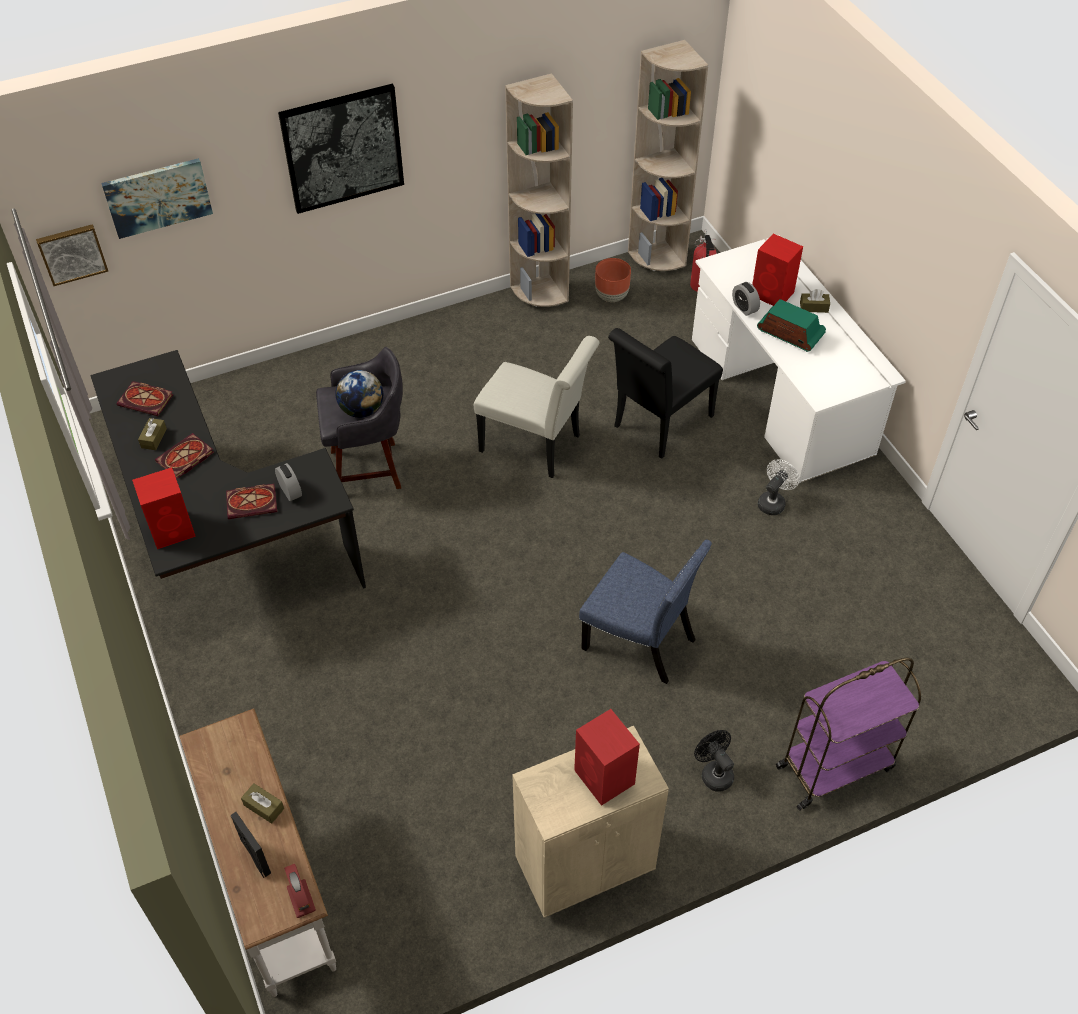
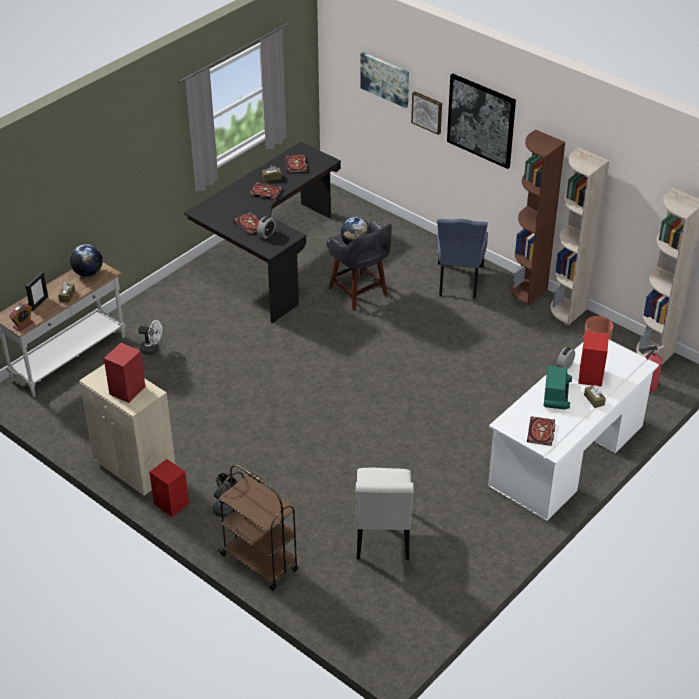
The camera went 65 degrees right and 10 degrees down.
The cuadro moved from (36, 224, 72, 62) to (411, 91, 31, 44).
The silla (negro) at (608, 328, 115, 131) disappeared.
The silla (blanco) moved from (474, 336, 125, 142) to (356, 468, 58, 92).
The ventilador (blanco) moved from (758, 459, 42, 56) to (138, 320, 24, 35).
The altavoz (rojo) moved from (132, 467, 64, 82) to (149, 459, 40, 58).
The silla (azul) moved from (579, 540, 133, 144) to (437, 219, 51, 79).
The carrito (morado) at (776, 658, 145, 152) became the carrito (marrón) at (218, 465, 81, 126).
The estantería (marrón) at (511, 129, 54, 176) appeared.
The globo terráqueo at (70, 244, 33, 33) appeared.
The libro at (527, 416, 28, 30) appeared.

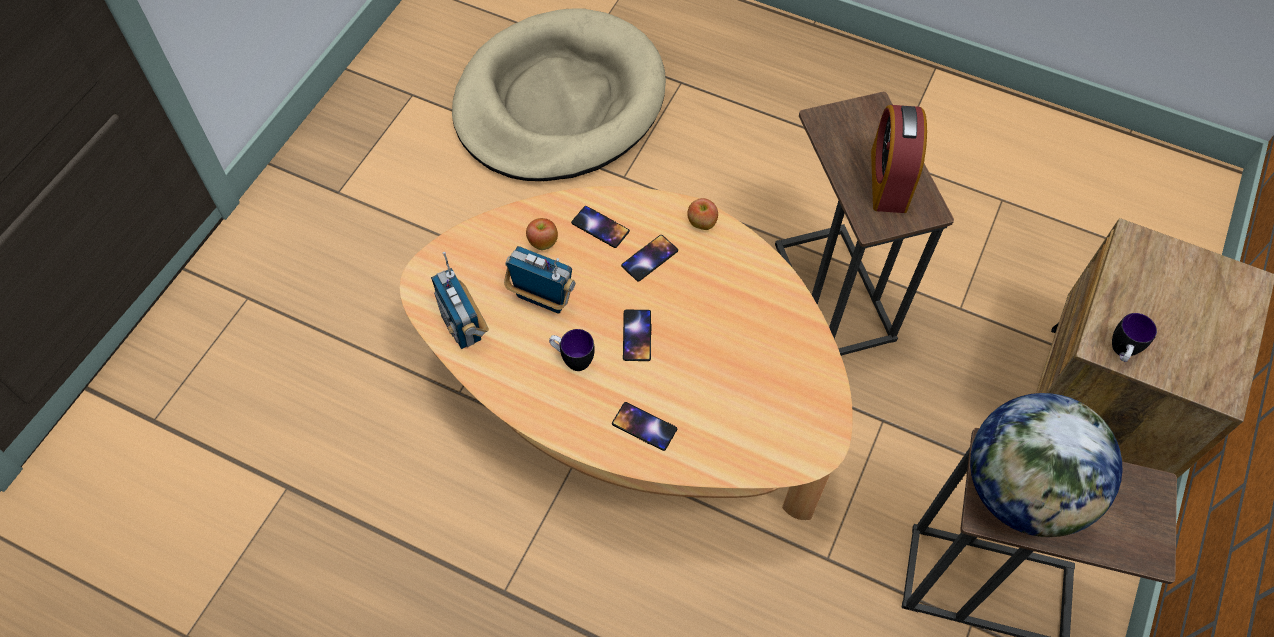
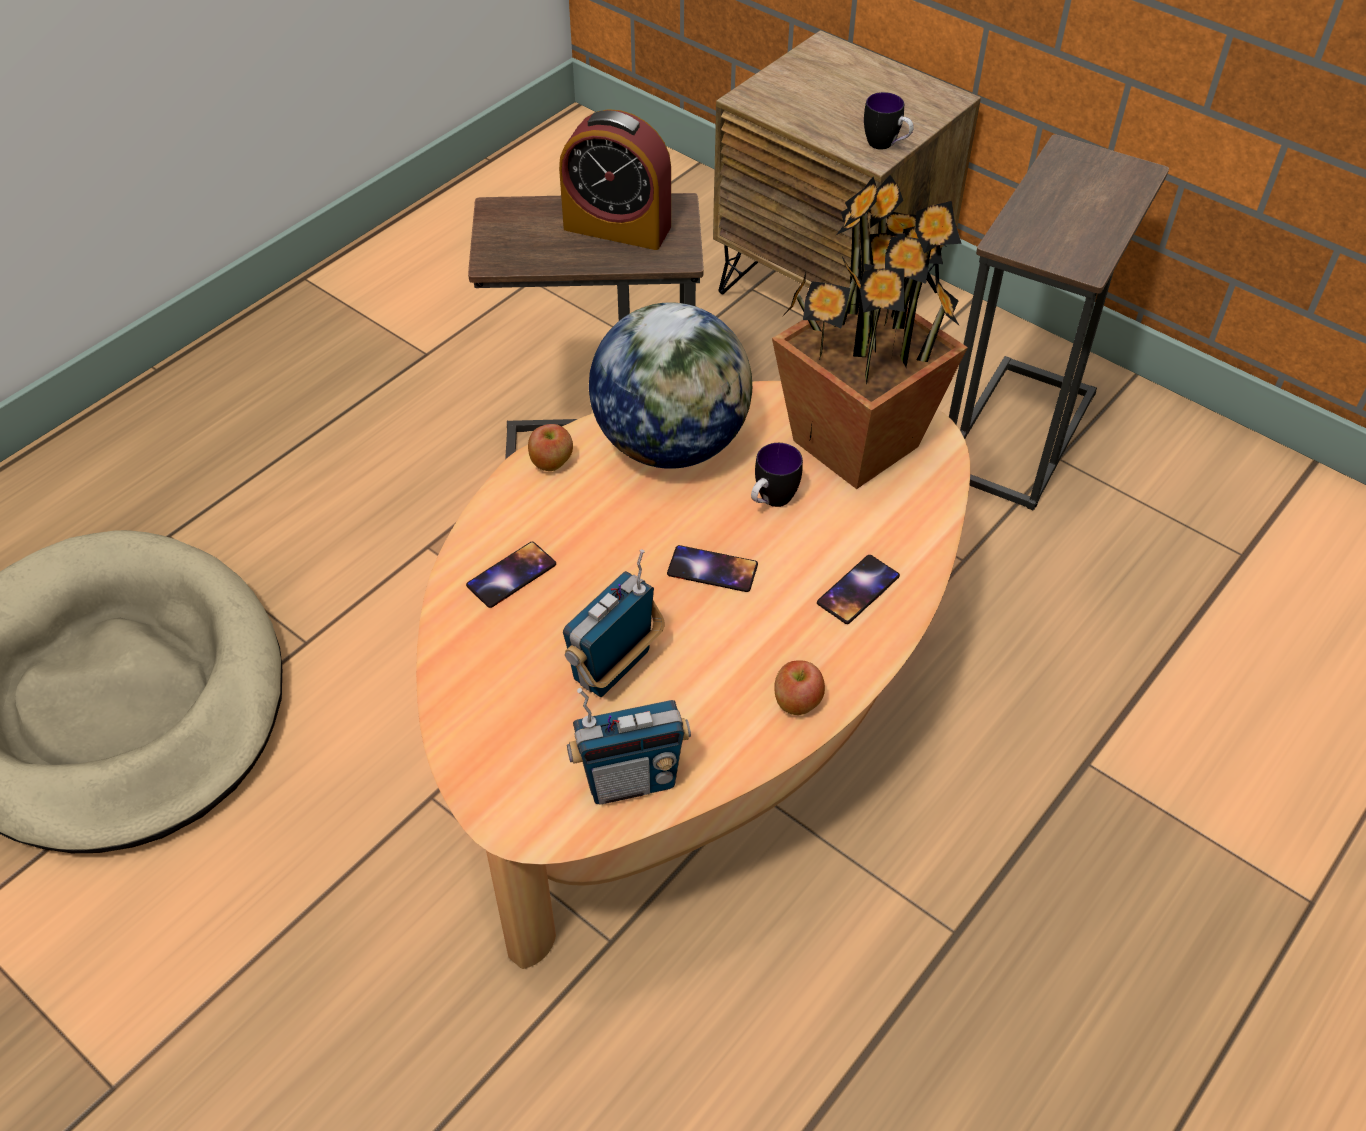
The camera went 75 degrees left and 10 degrees down.
The manzana moved from (526, 218, 32, 32) to (774, 660, 51, 55).
The móvil at (621, 235, 57, 47) disappeared.
The taza grande moved from (549, 329, 46, 42) to (751, 443, 52, 64).
The globo terráqueo moved from (970, 393, 153, 144) to (589, 302, 163, 167).
The planta en maceta at (772, 175, 196, 314) appeared.

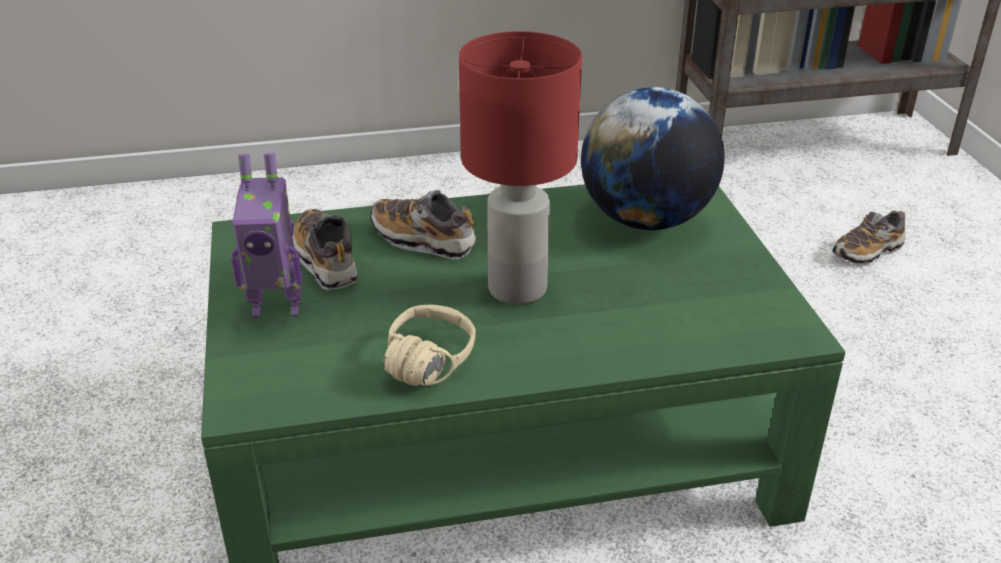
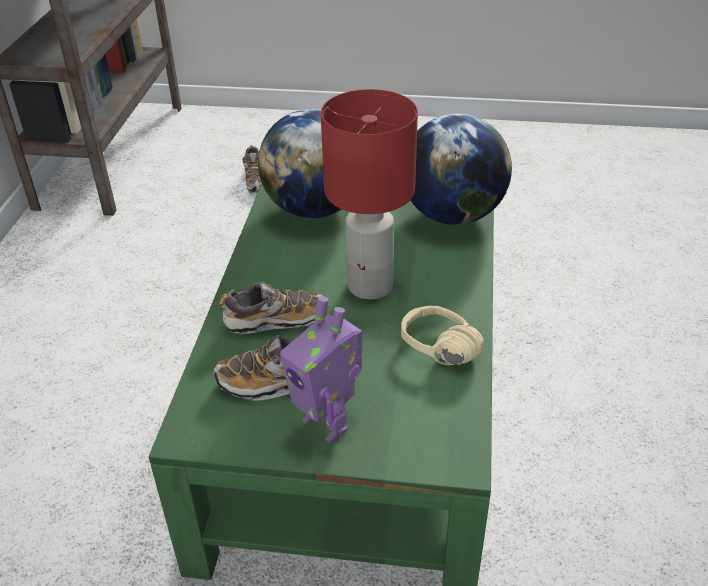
The camera went 70 degrees left and 5 degrees up.
The robot de juguete at (231, 153, 71, 165) turned 120 degrees clockwise.
The zapato at (370, 190, 106, 70) turned 150 degrees counterclockwise.
The globo terráqueo at (410, 114, 102, 111) appeared.

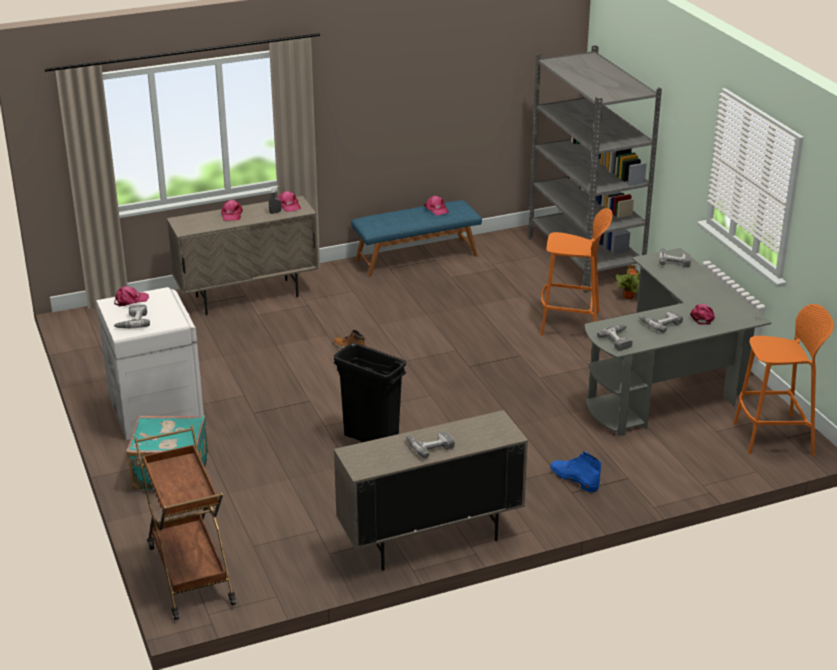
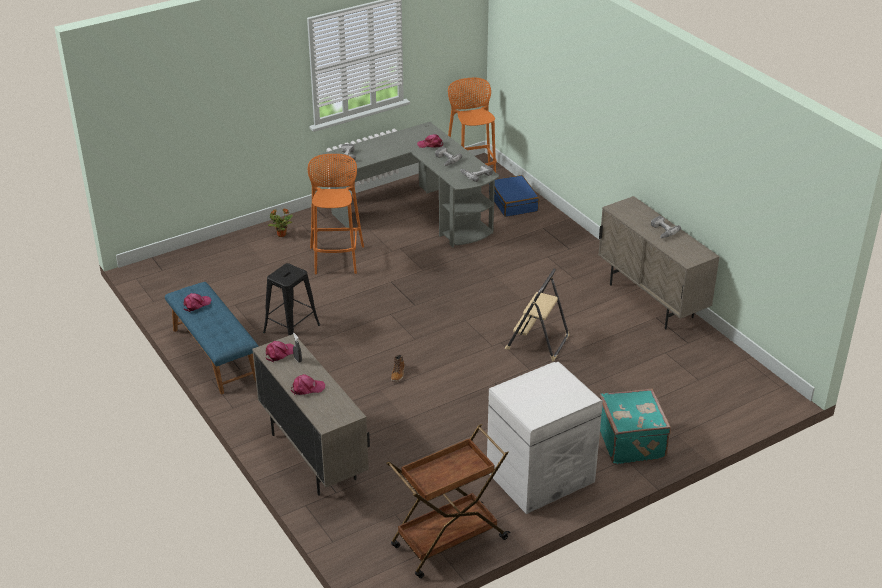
The camera went 100 degrees left and 5 degrees up.
The estantería (gris) at (528, 45, 134, 248) disappeared.
The gorra (rosa) at (114, 286, 35, 21) disappeared.
The taladro at (114, 304, 36, 24) disappeared.
The papelera (negro) at (334, 343, 72, 99) was replaced by the escalera de tijera (beis) at (505, 268, 65, 93).
The carrito (marrón) moved from (134, 425, 102, 195) to (386, 424, 124, 154).
The bota (azul) at (550, 451, 51, 41) disappeared.
The maleta (azul) at (489, 175, 50, 42) appeared.
The taburete (negro) at (263, 263, 57, 72) appeared.

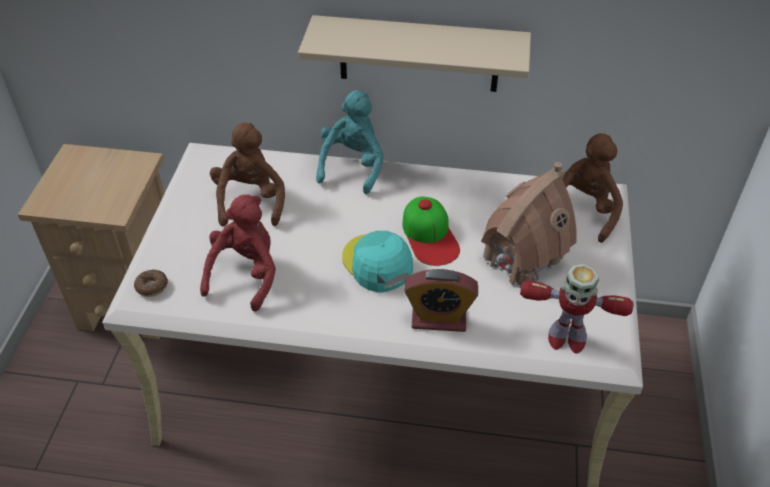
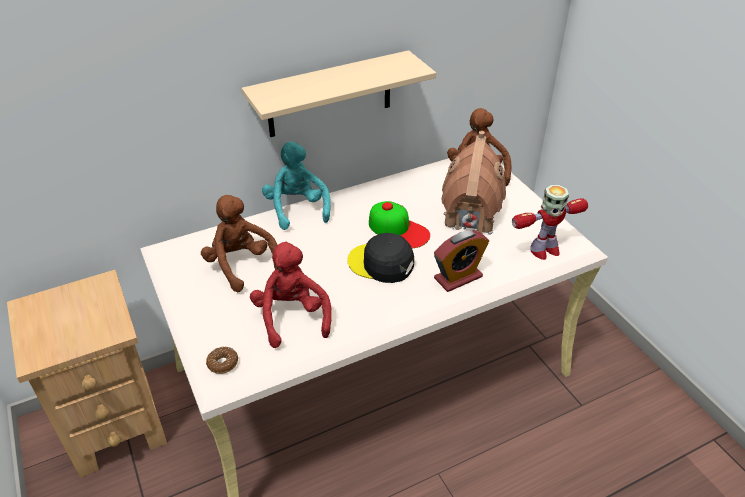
The camera went 35 degrees left and 5 degrees down.
The gorra (turquesa) at (342, 231, 71, 61) became the gorra (negro) at (347, 233, 67, 50).

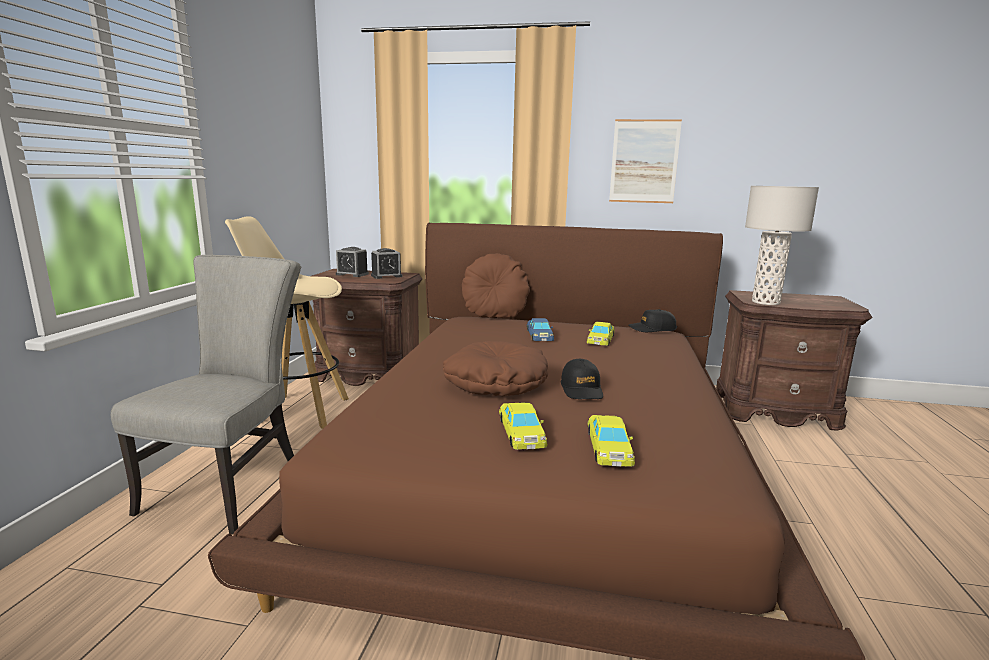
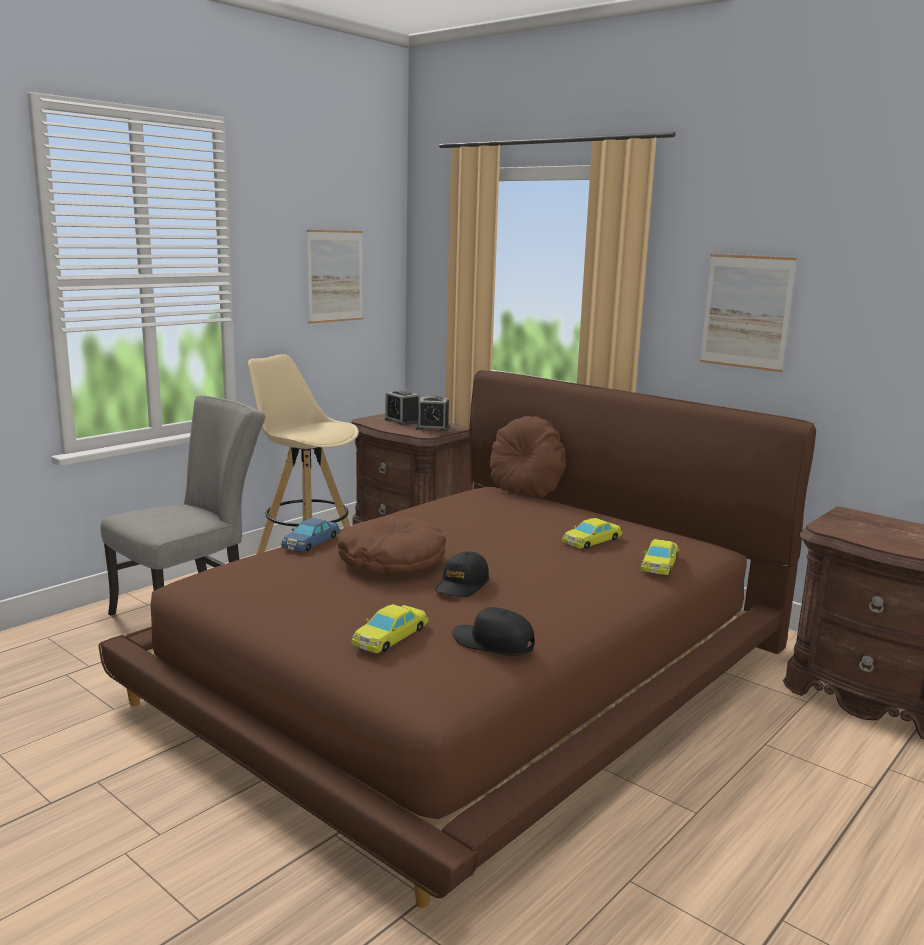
The camera went 30 degrees right and 0 degrees up.
The lámpara de mesa (blanco) at (745, 186, 74, 119) disappeared.
The gorra (negro) moved from (628, 309, 49, 23) to (452, 607, 83, 49).
The coche de juguete (azul) moved from (527, 318, 27, 23) to (281, 518, 59, 34).
The coche de juguete (amarillo) moved from (499, 402, 48, 48) to (641, 539, 38, 36).
The cuadro at (307, 230, 56, 93) appeared.

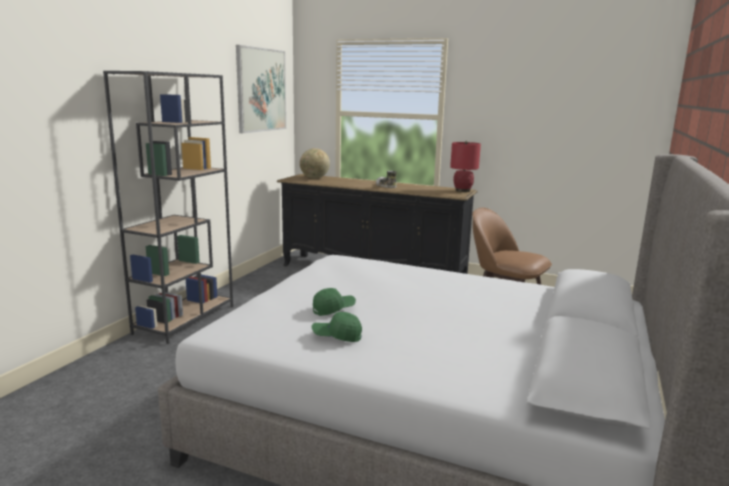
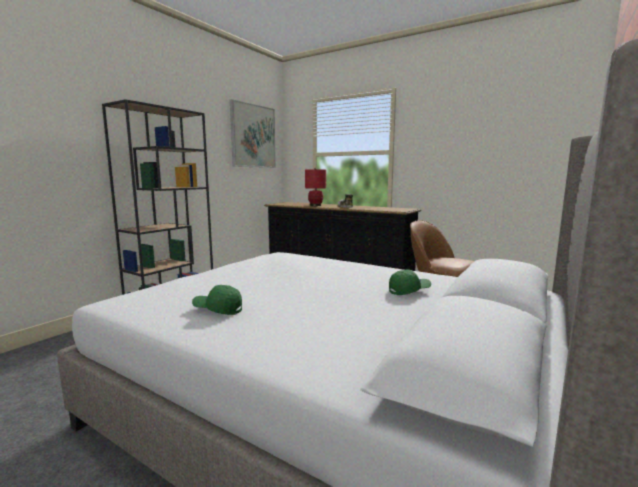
The camera went 10 degrees right and 5 degrees down.
The lámpara de mesa (rojo) moved from (450, 141, 31, 51) to (305, 168, 21, 38).
The globo terráqueo at (300, 148, 30, 31) disappeared.
The gorra (verde) moved from (313, 288, 43, 28) to (389, 270, 42, 25).

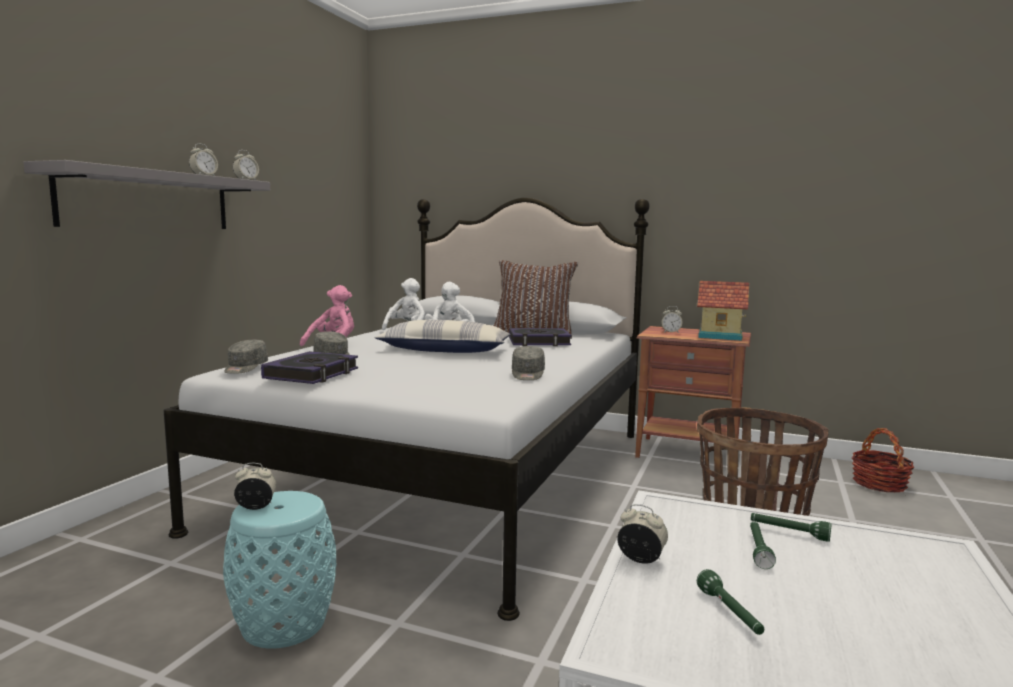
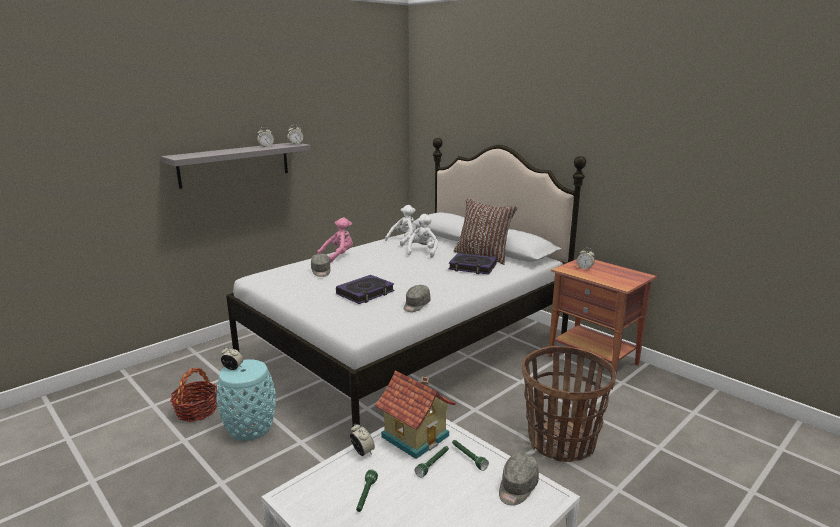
The camera went 25 degrees right and 10 degrees up.
The casita moved from (697, 281, 52, 60) to (375, 370, 81, 89).
The cojín at (374, 320, 136, 33) disappeared.
The gorra (gris) moved from (224, 340, 44, 34) to (499, 453, 40, 53).
The libro moved from (261, 351, 97, 33) to (336, 275, 58, 29).
The cesta moved from (852, 428, 62, 64) to (170, 368, 47, 54).

